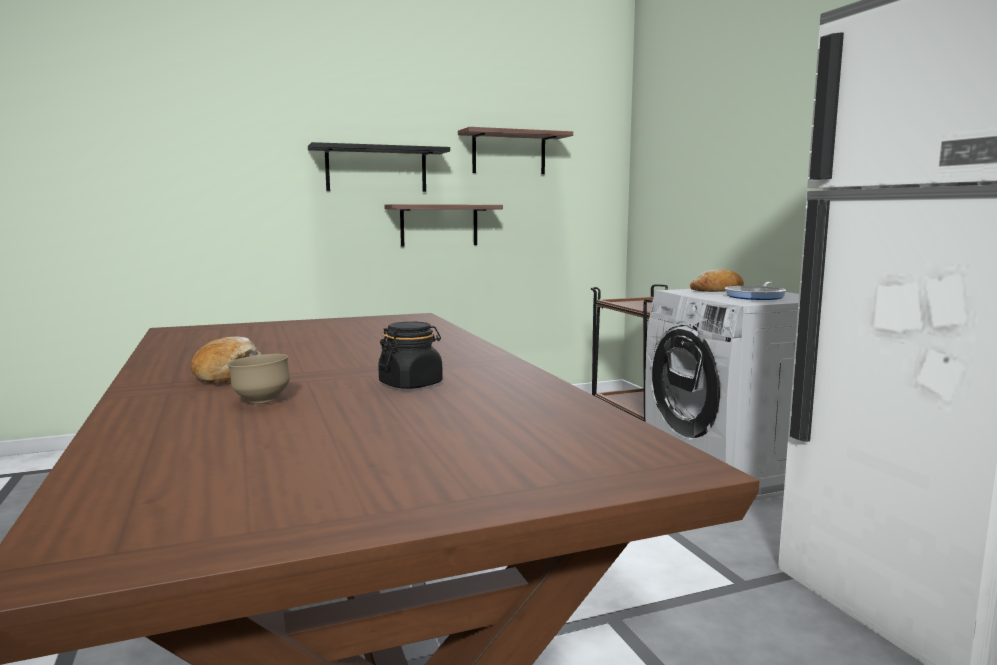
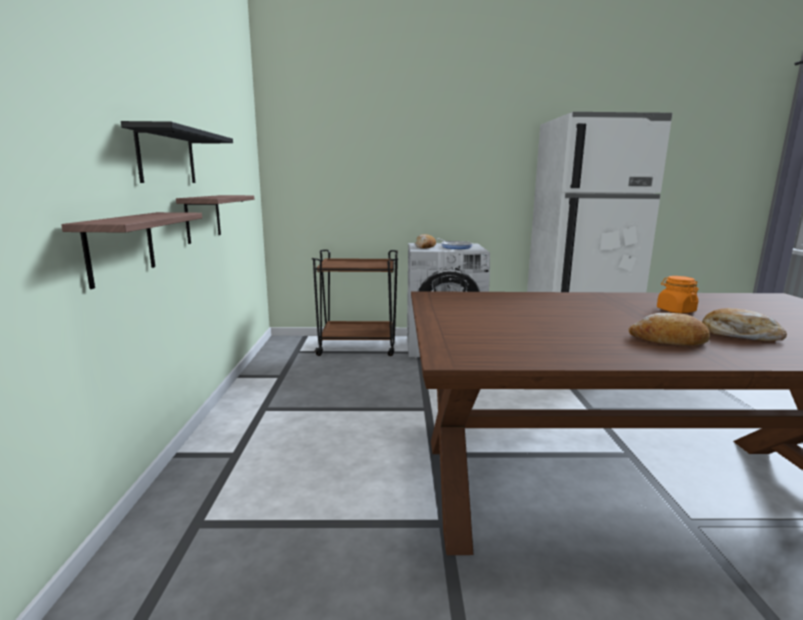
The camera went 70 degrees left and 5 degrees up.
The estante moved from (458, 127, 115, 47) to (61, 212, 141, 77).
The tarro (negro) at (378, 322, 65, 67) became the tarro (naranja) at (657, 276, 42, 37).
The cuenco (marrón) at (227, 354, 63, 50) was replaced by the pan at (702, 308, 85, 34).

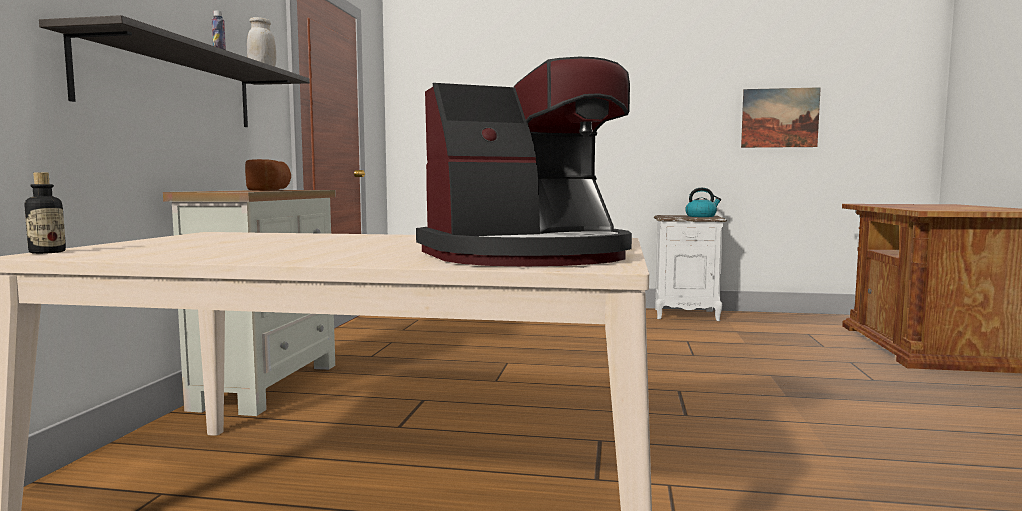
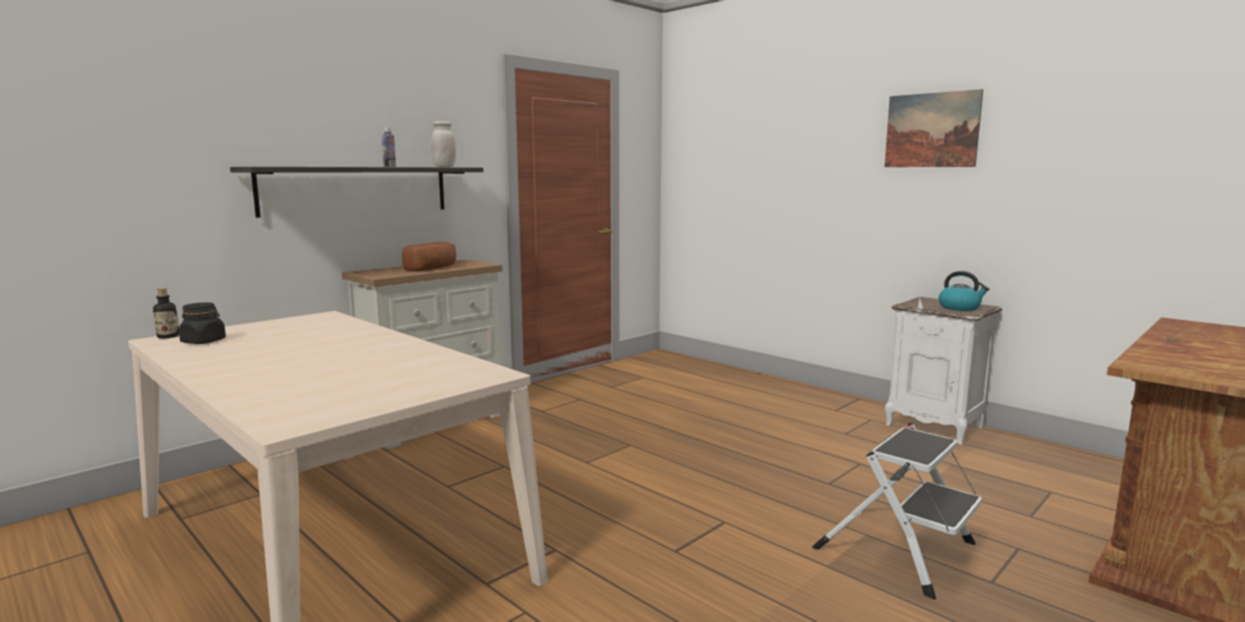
The camera went 35 degrees right and 5 degrees up.
The cafetera at (416, 57, 216, 209) disappeared.
The cuadro moved from (741, 87, 80, 61) to (885, 89, 98, 78).
The tarro (negro) at (179, 302, 47, 42) appeared.
The escalera de tijera at (812, 422, 170, 178) appeared.

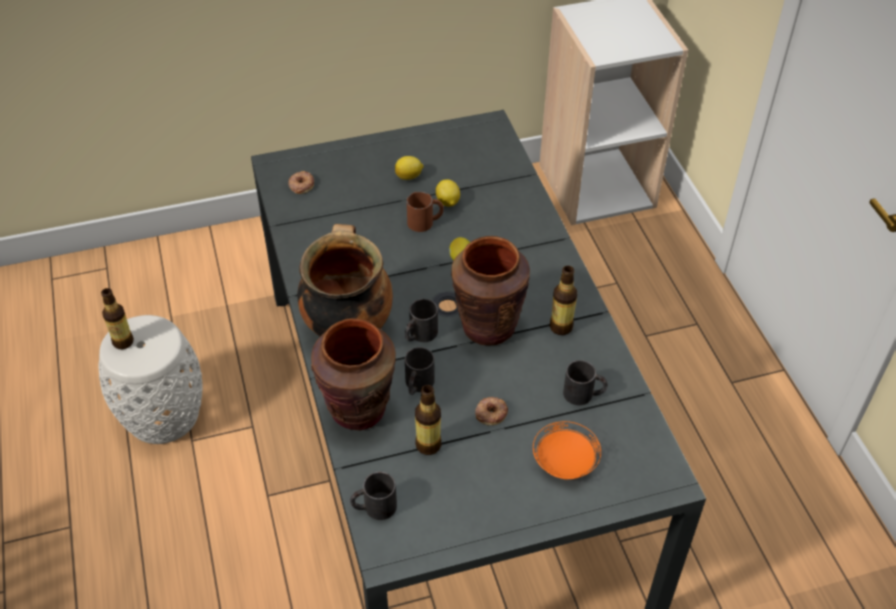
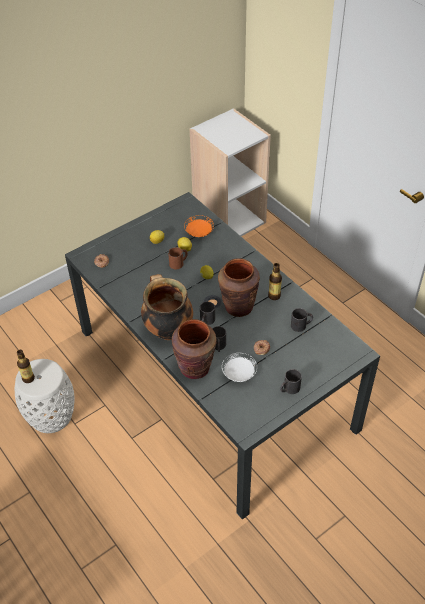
The camera went 20 degrees left and 0 degrees up.
The botella at (415, 385, 26, 70) was replaced by the plato (blanco) at (222, 353, 35, 29).
The plato (naranja) moved from (533, 421, 68, 58) to (184, 215, 30, 22).
The taza grande (negro) moved from (350, 472, 47, 48) to (280, 369, 22, 25).

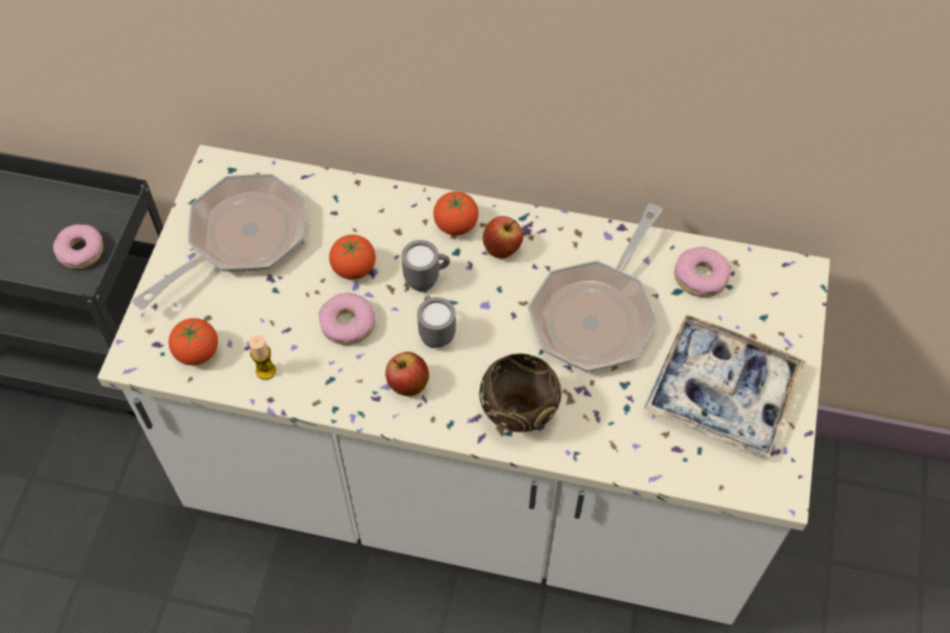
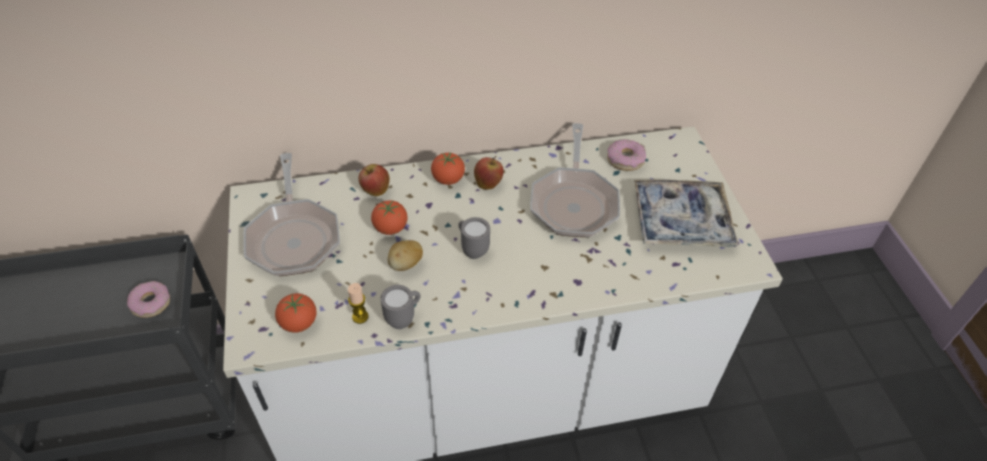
The camera went 25 degrees left and 10 degrees down.
The sartén at (132, 174, 173, 136) turned 150 degrees clockwise.
The taza grande (gris) moved from (401, 240, 49, 51) to (381, 285, 40, 44).
The rosquilla at (319, 292, 57, 53) was replaced by the patata at (388, 240, 35, 31).
The manzana moved from (386, 352, 43, 44) to (359, 164, 31, 32).
The cuenco (marrón) at (479, 354, 82, 78) disappeared.

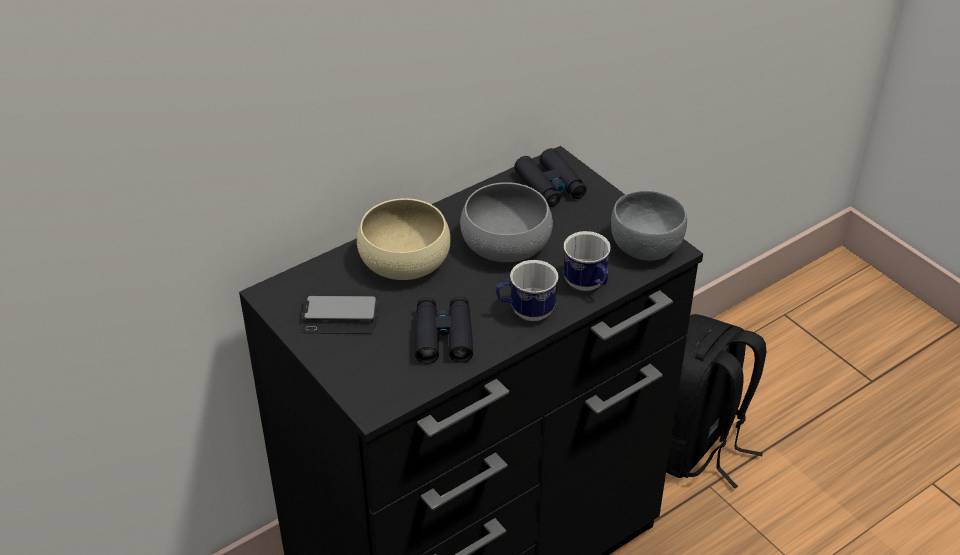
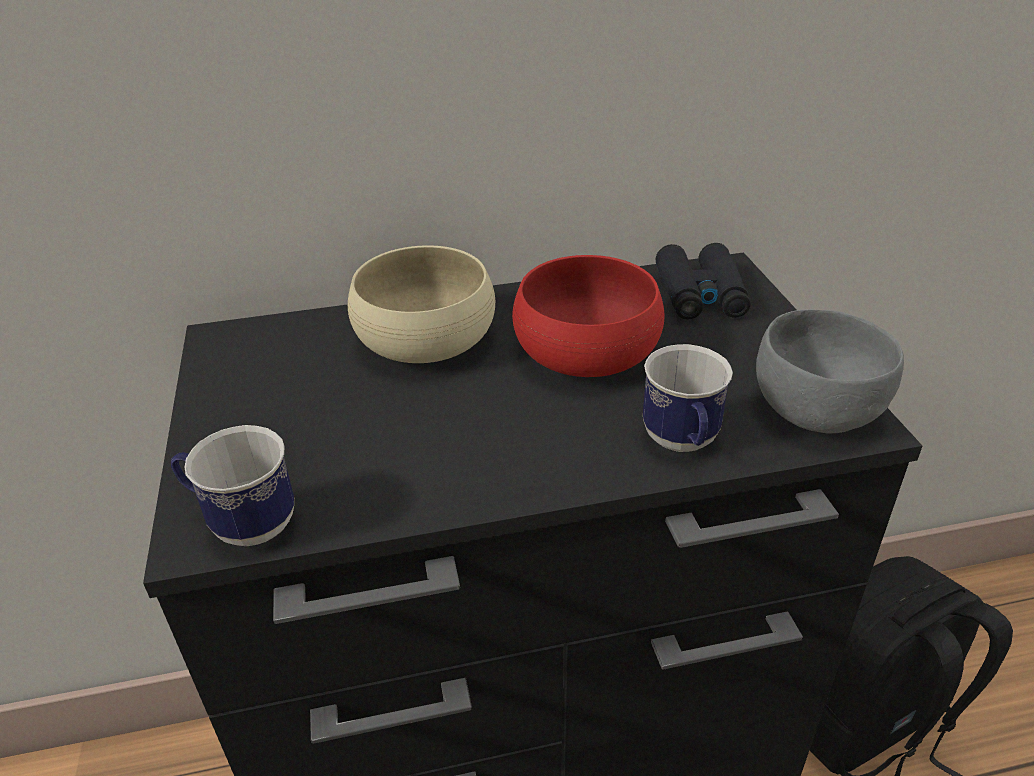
The camera went 25 degrees right and 5 degrees down.
The cuenco (gris) at (460, 182, 93, 80) became the cuenco (rojo) at (512, 255, 152, 122).
The taza grande moved from (496, 260, 63, 61) to (171, 425, 123, 121).
The móvil at (301, 295, 77, 39) disappeared.
The prismáticos (negro) at (415, 296, 58, 68) disappeared.

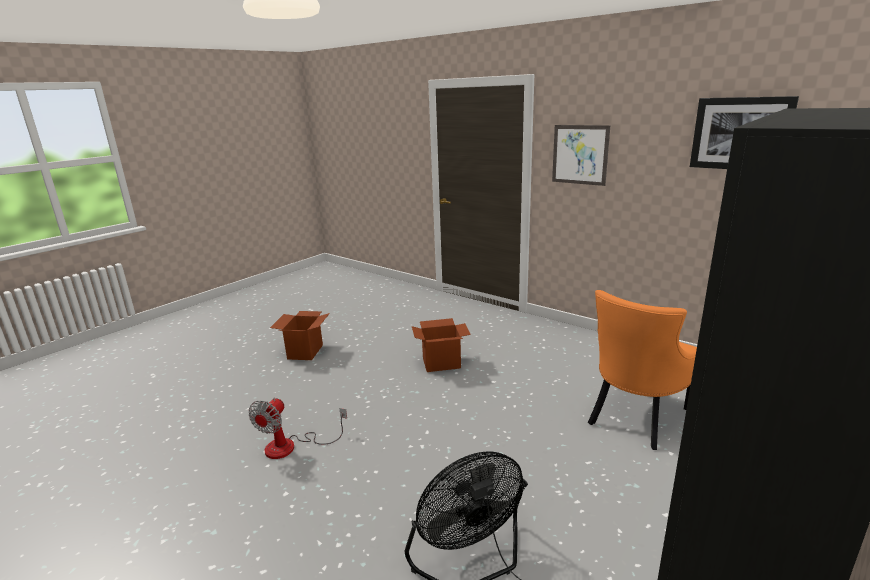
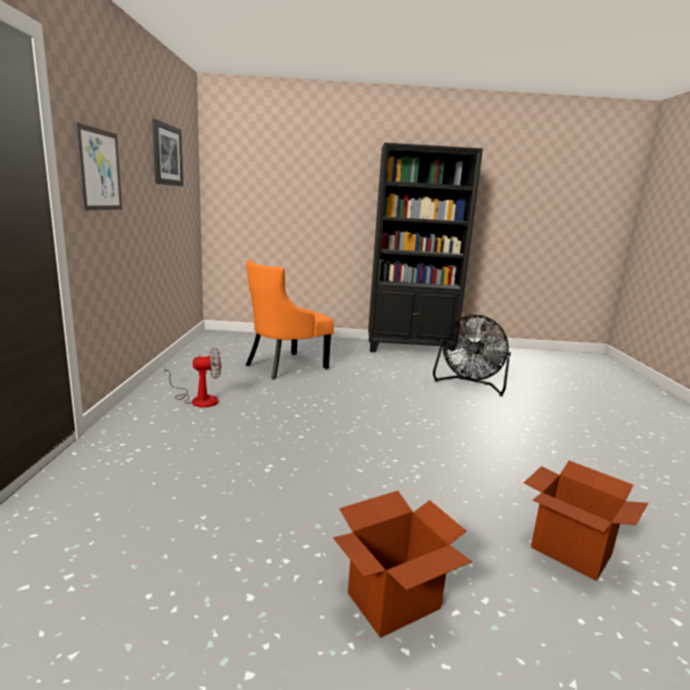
The camera went 130 degrees left and 5 degrees down.
The silla (naranja) at (588, 290, 109, 160) turned 135 degrees clockwise.
The caja de cartón moved from (412, 318, 59, 54) to (524, 461, 124, 120).
The ventilador moved from (248, 398, 99, 61) to (164, 347, 57, 60).

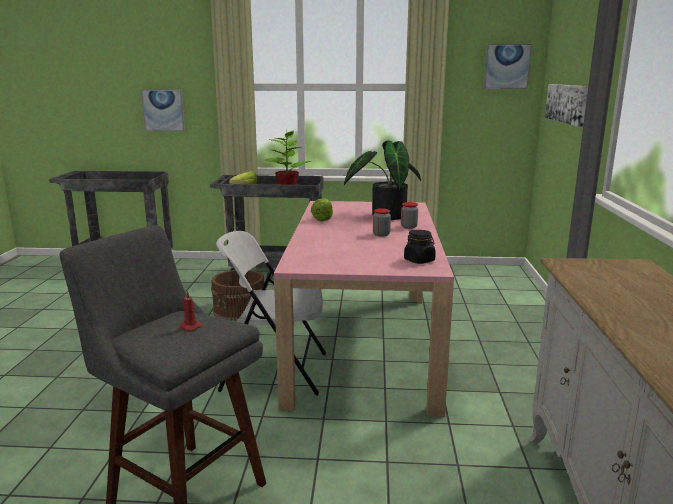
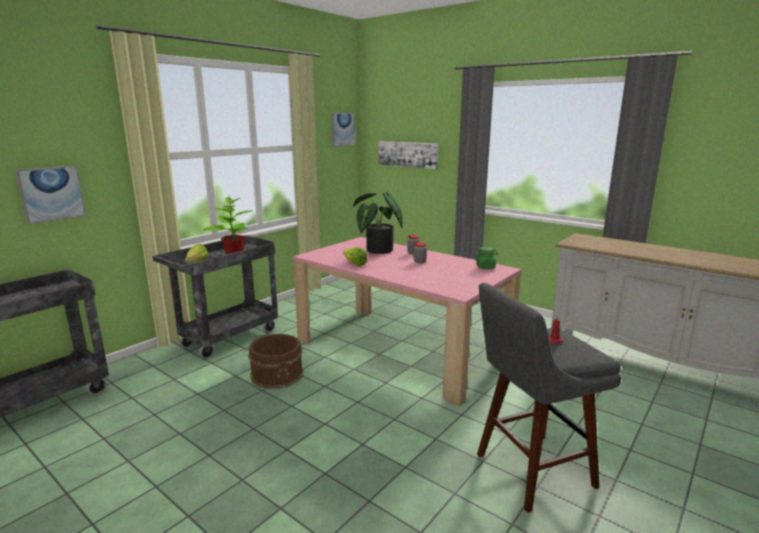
The camera went 55 degrees left and 0 degrees up.
The tarro (negro) at (404, 230, 32, 34) became the tarro (verde) at (475, 247, 23, 22).
The silla (blanco) at (216, 231, 110, 165) disappeared.

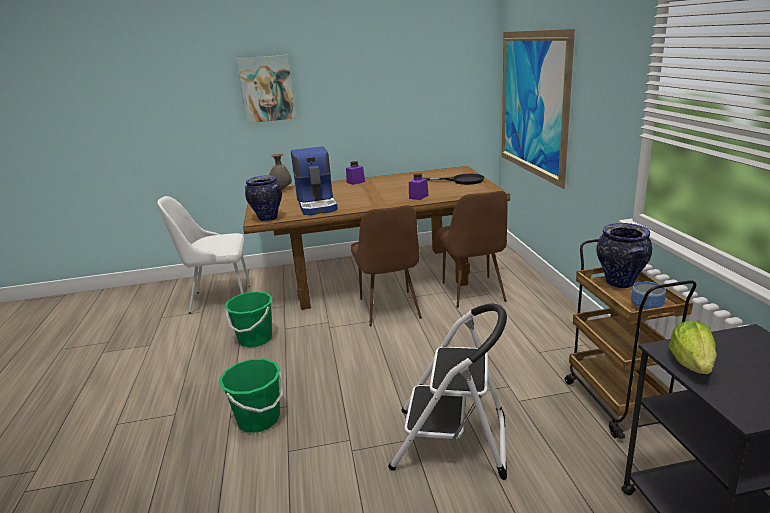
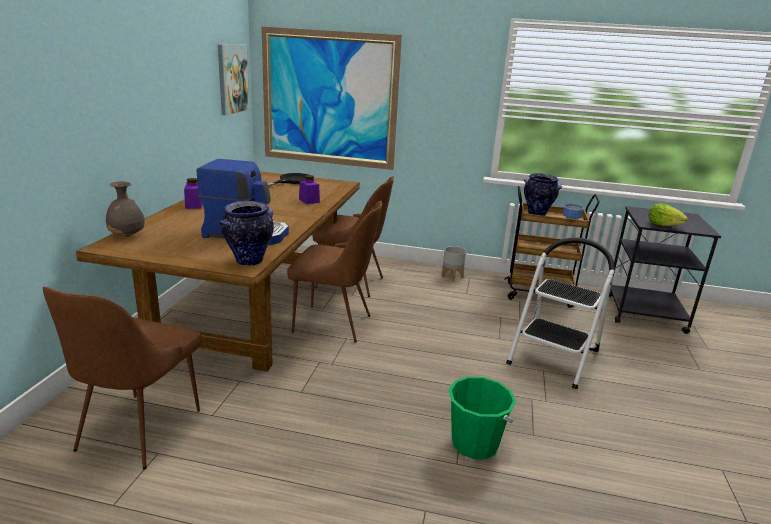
The camera went 70 degrees left and 0 degrees up.
The cuadro moved from (237, 55, 59, 68) to (218, 44, 31, 71).
The silla (blanco) at (157, 196, 93, 118) became the silla (marrón) at (43, 287, 159, 183).
The cubo (verde) at (225, 292, 47, 55) disappeared.
The maceta (gris) at (442, 246, 24, 36) appeared.

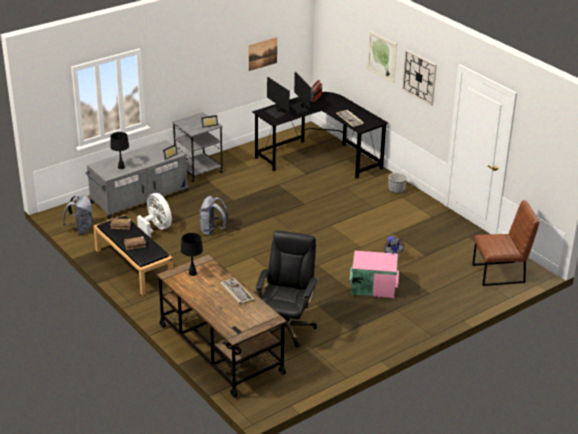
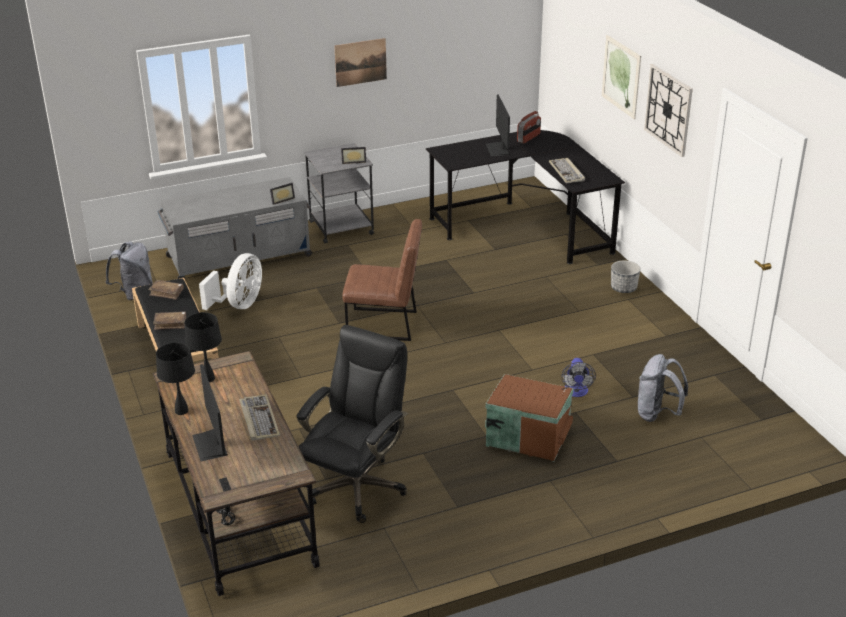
The camera went 15 degrees right and 0 degrees up.
The cuadro moved from (248, 37, 29, 34) to (334, 38, 53, 49).
The monitor moved from (265, 77, 25, 41) to (192, 364, 36, 97).
The lámpara de mesa (negro) moved from (110, 132, 19, 37) to (156, 342, 39, 73).
The ventilador (blanco) at (137, 193, 35, 45) turned 45 degrees clockwise.
The mochila (gris) moved from (199, 196, 30, 40) to (638, 354, 50, 68).
The silla (marrón) moved from (472, 200, 67, 86) to (342, 219, 80, 122).
The caja de almacenaje (rosa) at (349, 251, 50, 48) became the caja de almacenaje (marrón) at (485, 374, 89, 88).

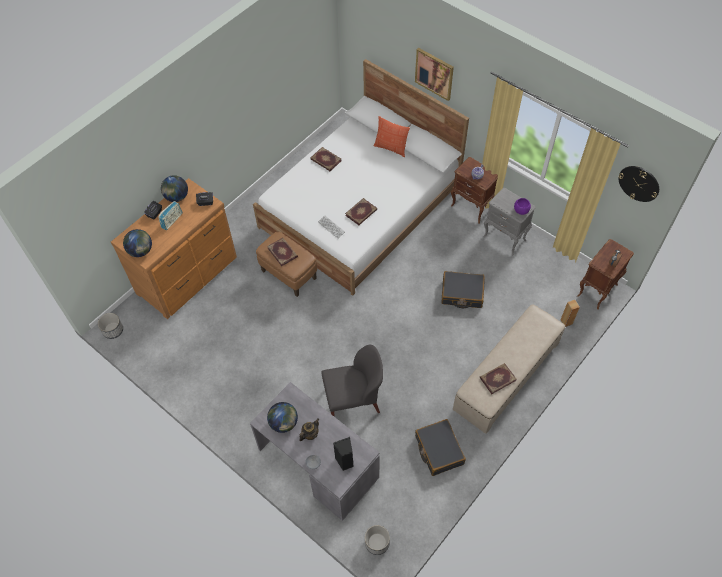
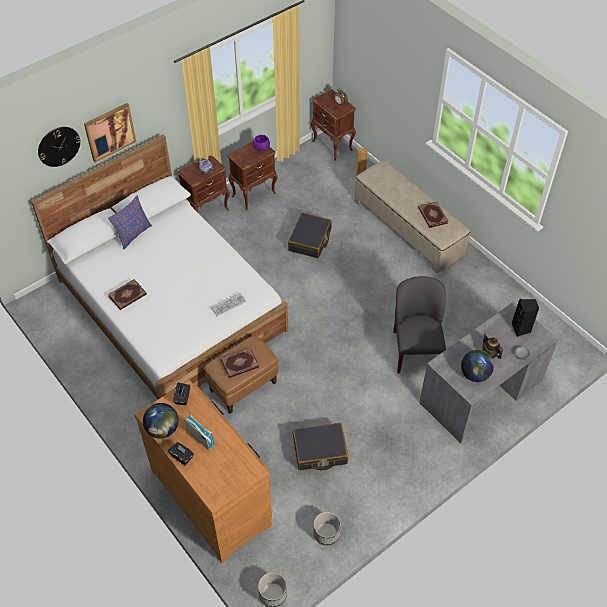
The camera went 80 degrees left and 5 degrees down.
The cojín (naranja) at (374, 116, 36, 41) became the cojín (azul) at (108, 195, 44, 54).
The reloj de pared moved from (618, 166, 41, 36) to (38, 127, 43, 40).
The mesita de noche (gris) at (483, 188, 53, 67) became the mesita de noche (marrón) at (227, 141, 51, 70).
The libro at (345, 198, 32, 27) disappeared.
The globo terráqueo at (123, 229, 29, 28) disappeared.
The maleta (negro) moved from (415, 419, 51, 57) to (293, 423, 55, 47).
The maceta moved from (365, 525, 25, 30) to (313, 512, 28, 33).

